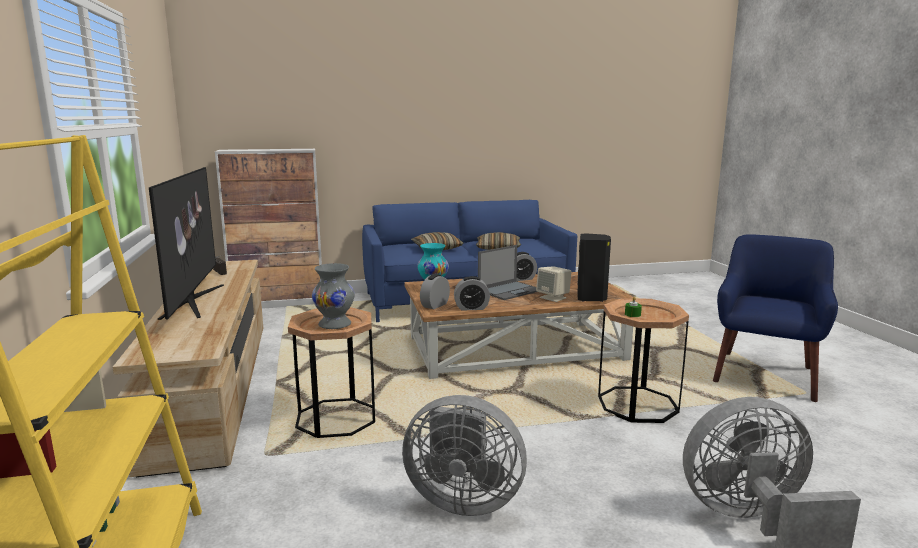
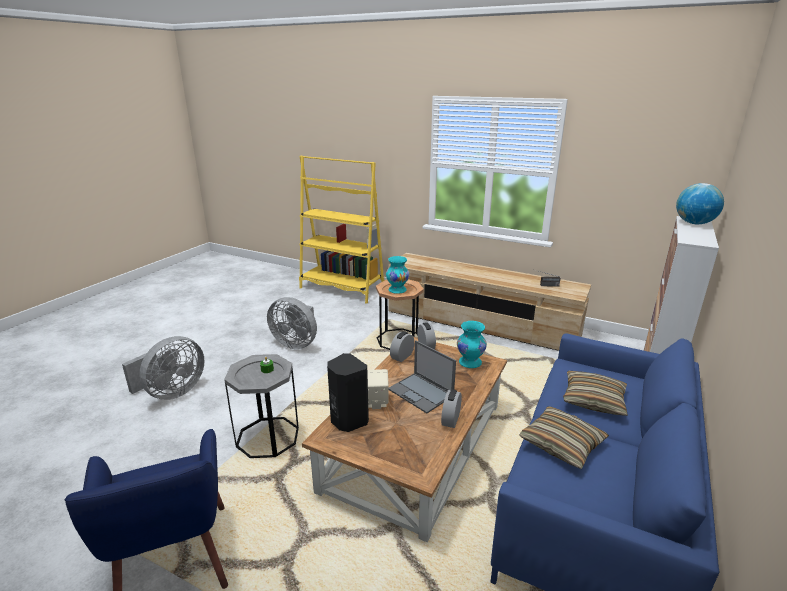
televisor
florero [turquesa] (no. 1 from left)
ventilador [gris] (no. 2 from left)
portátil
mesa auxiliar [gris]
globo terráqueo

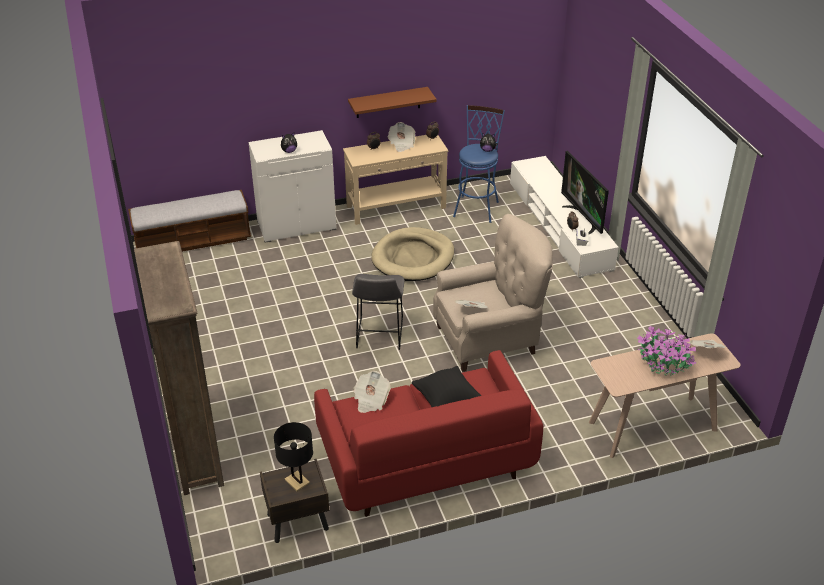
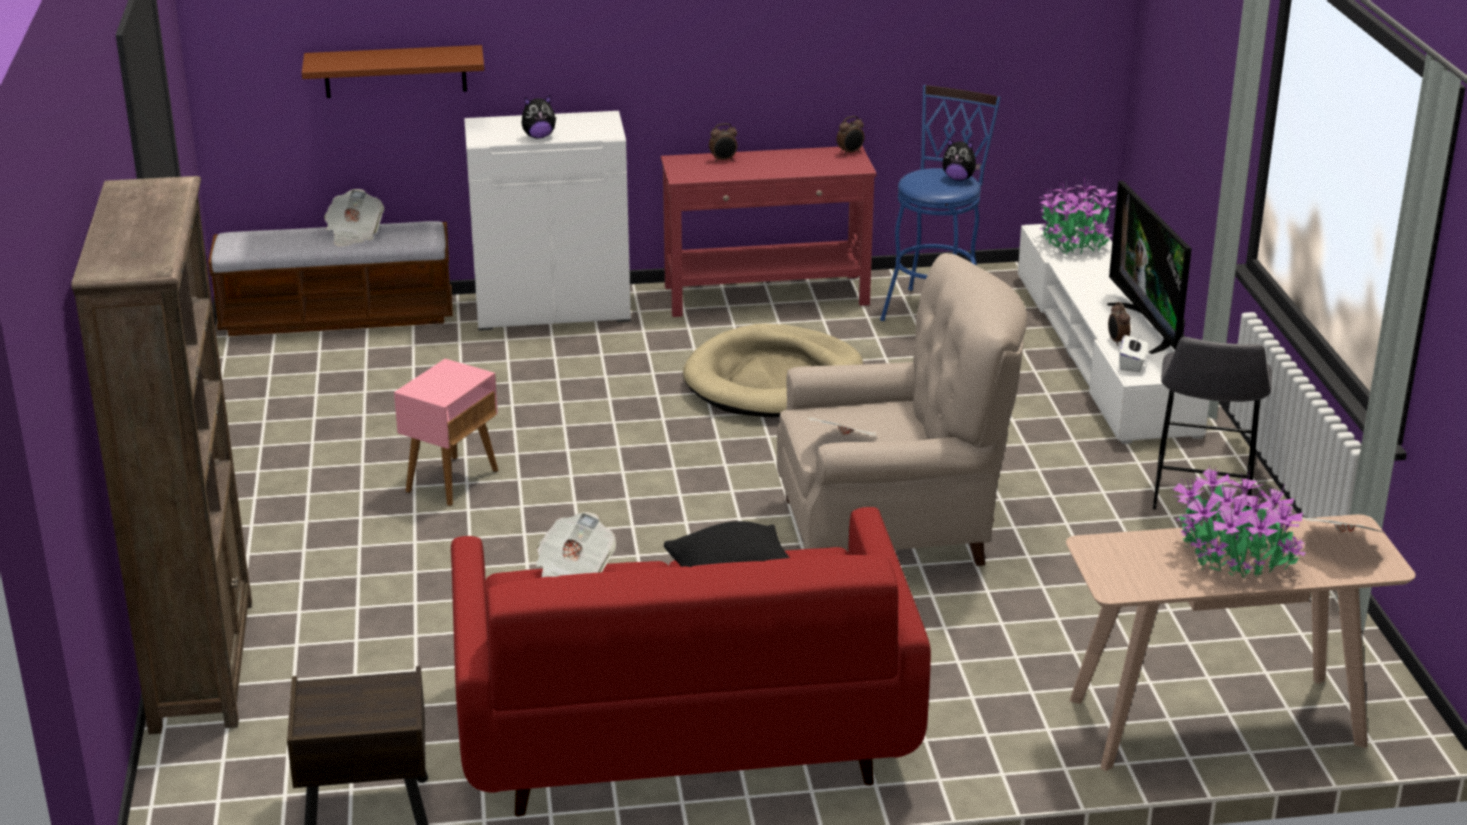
lámpara de mesa [negro]
mesa consola [rojo]
estante [marrón]
taburete [gris]
periódico (no. 1 from left)
mesa auxiliar [rosa]
planta en maceta (no. 1 from left)

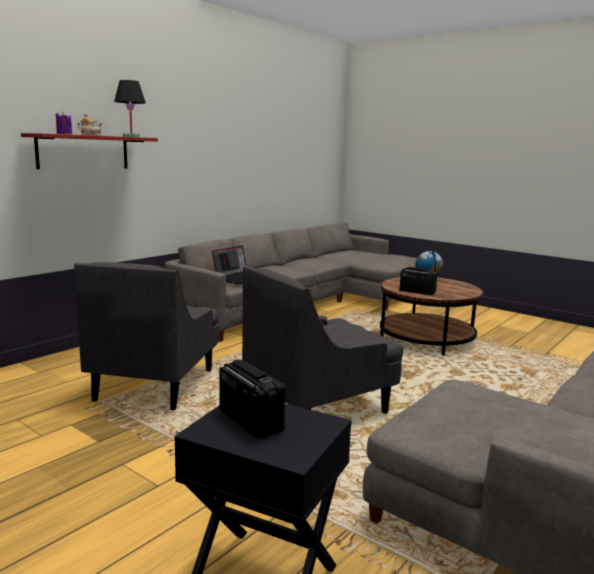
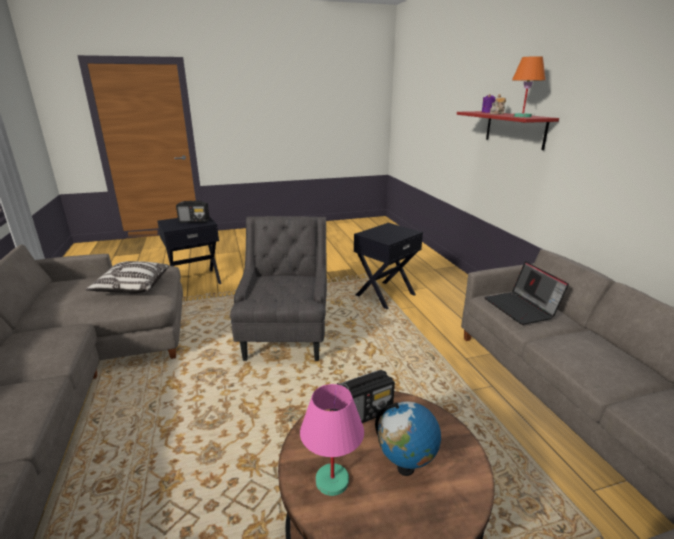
mesa auxiliar [negro] (no. 2 from left)
lámpara de mesa [naranja]
cojín
lámpara de mesa [rosa]

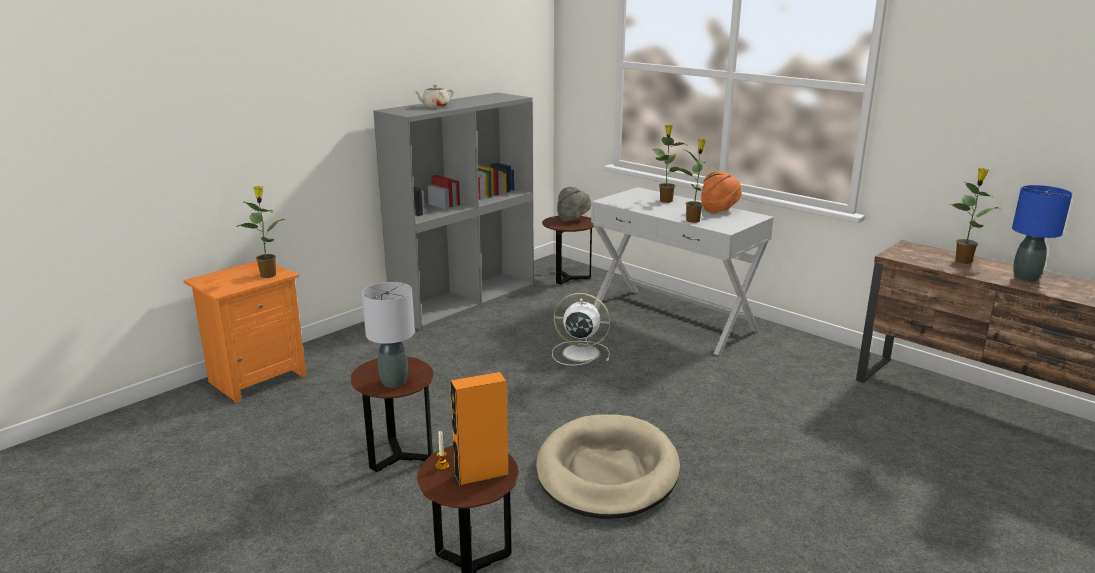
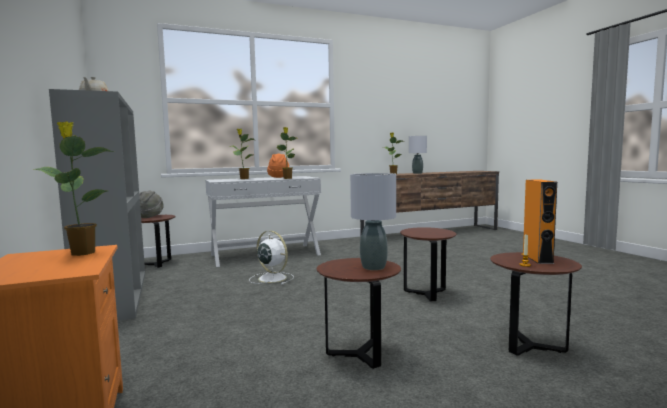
mesa auxiliar [marrón] (no. 3 from left)
ventilador [blanco]
lámpara de mesa [gris] (no. 2 from left)

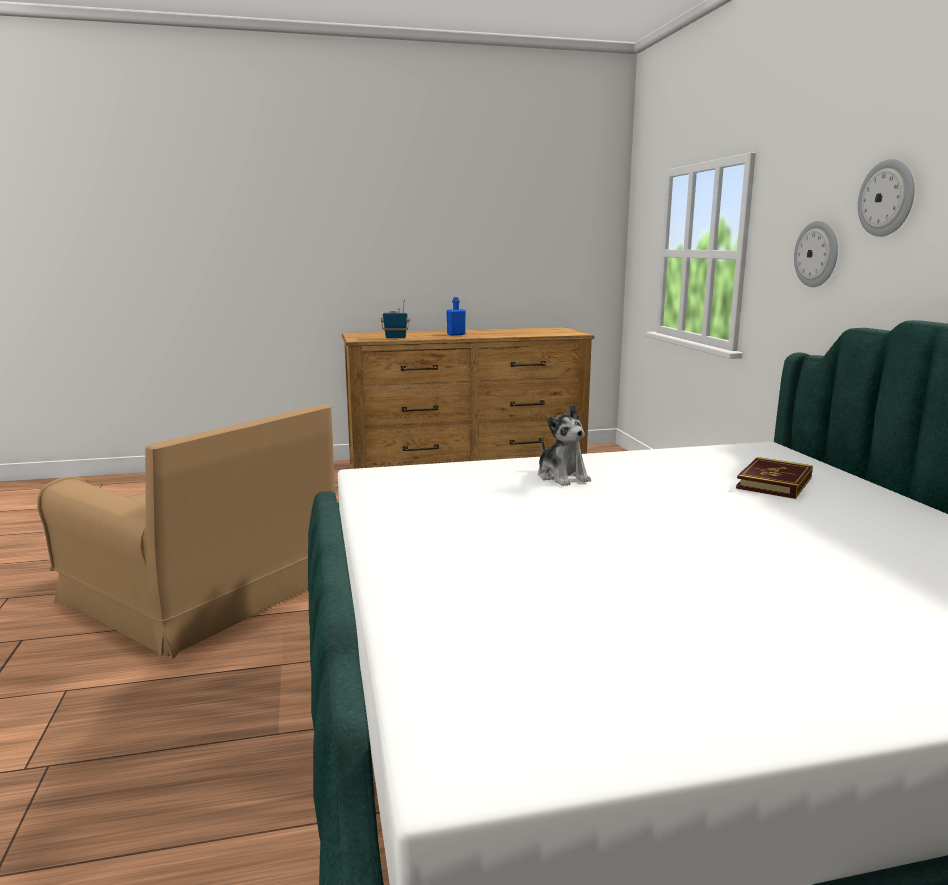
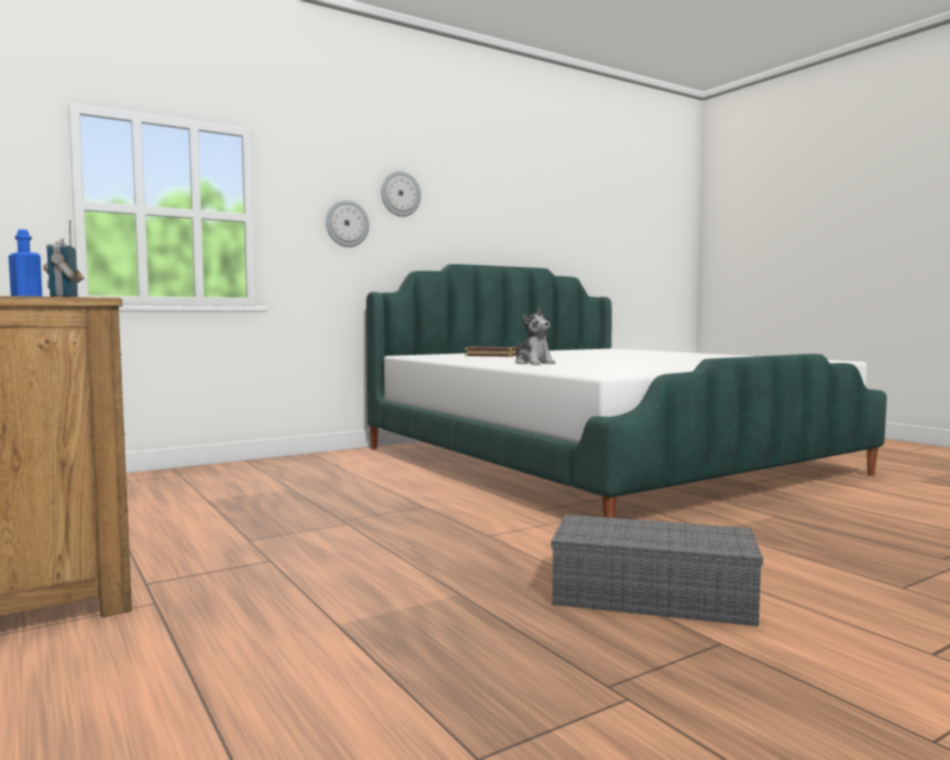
caja de almacenaje [gris]
peluche

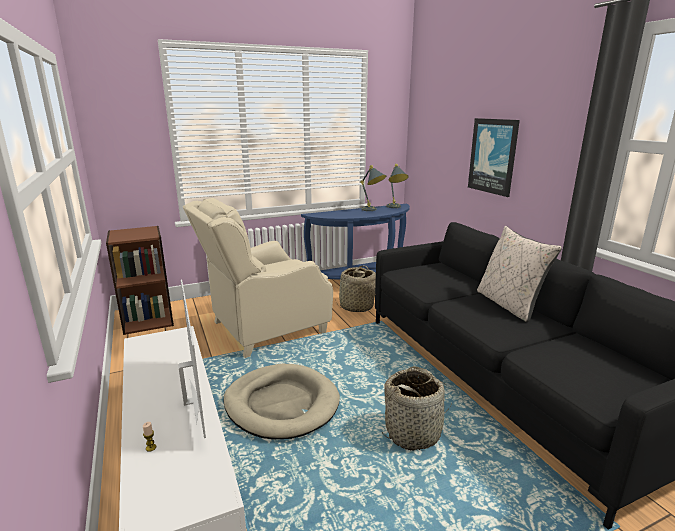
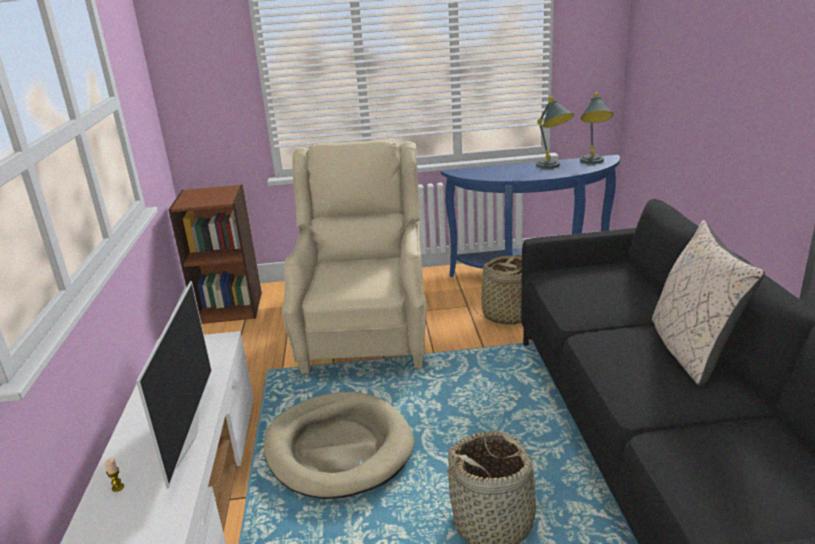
sillón [beis]
cuadro

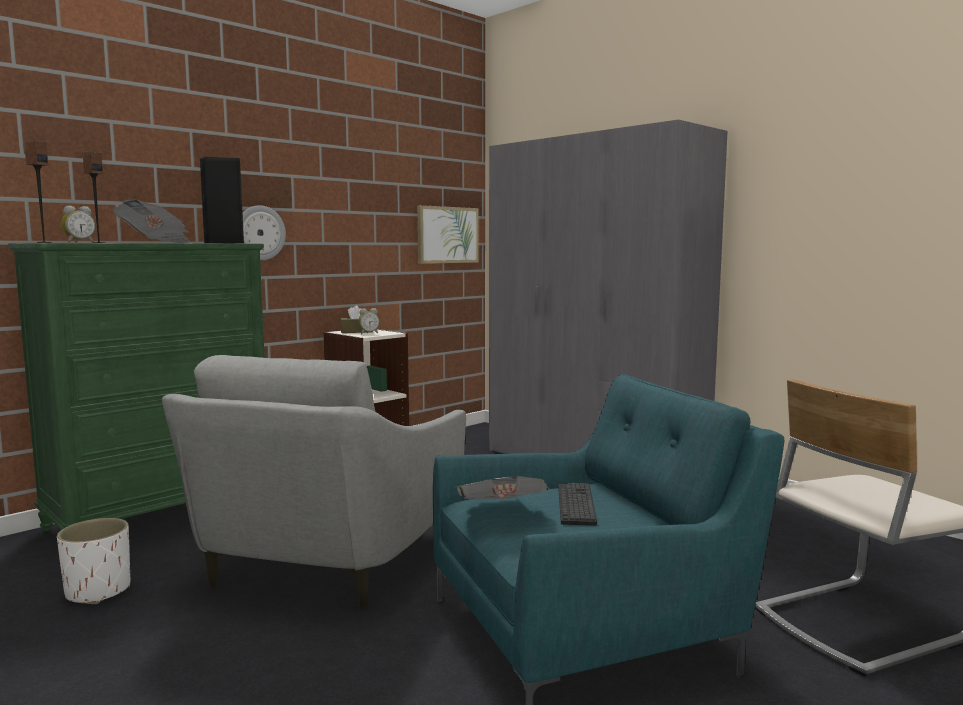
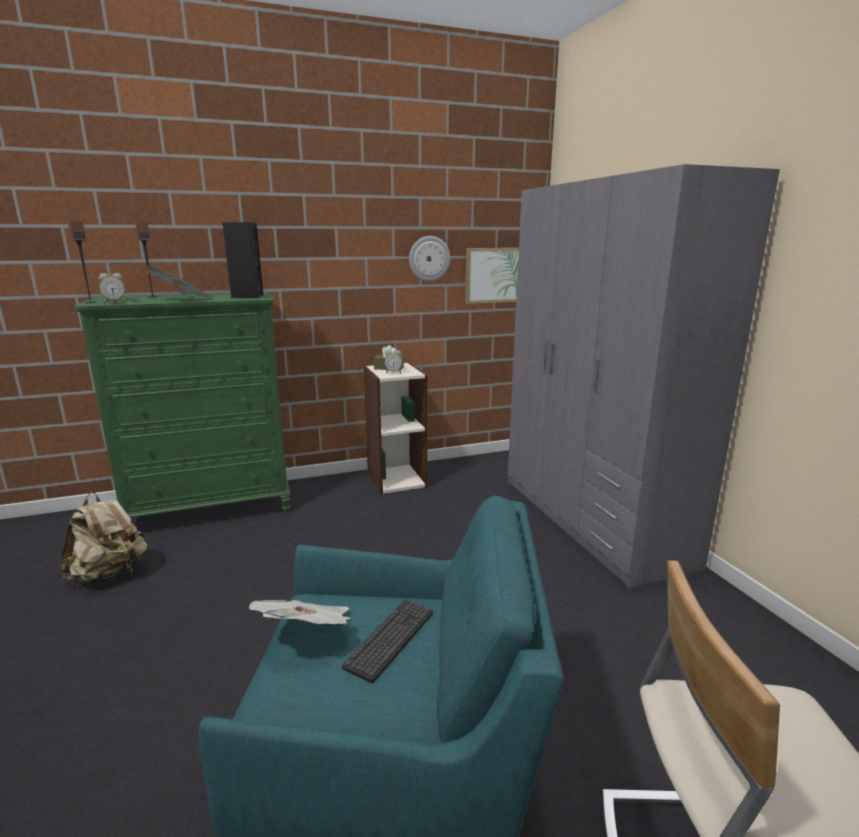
mochila [beis]
sillón [gris]
reloj de pared

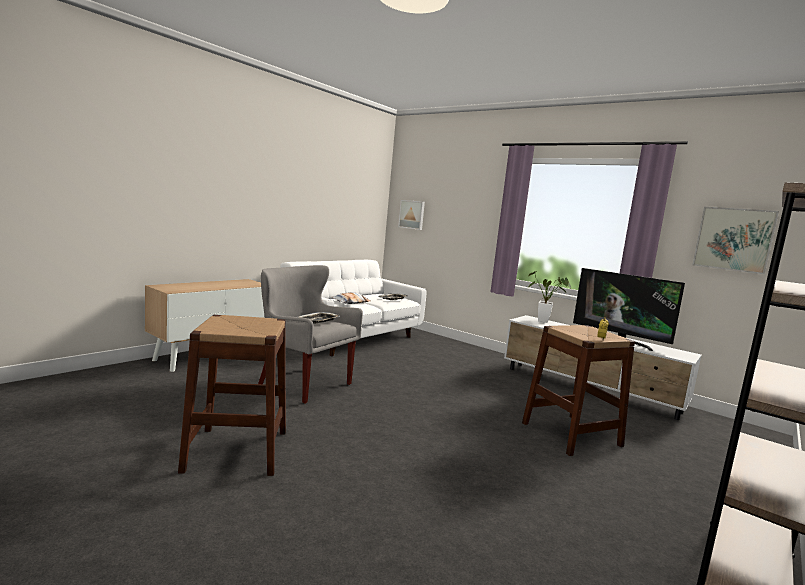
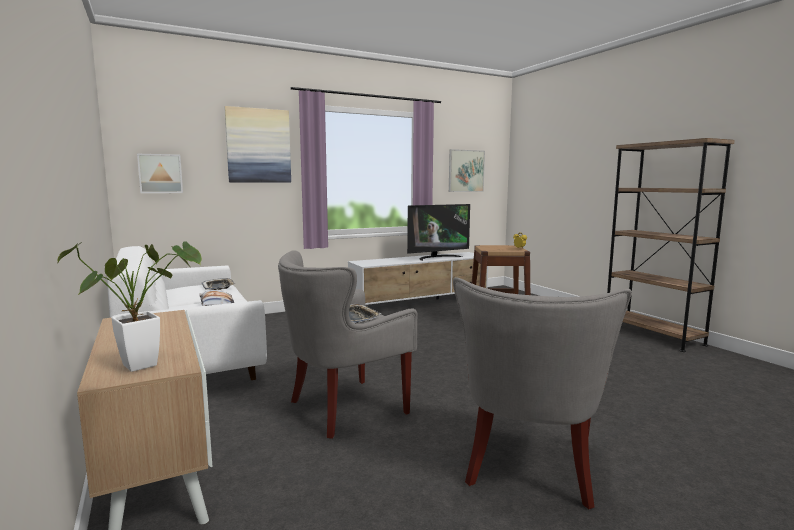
sillón [gris] (no. 2 from left)
planta en maceta
cuadro (no. 2 from left)

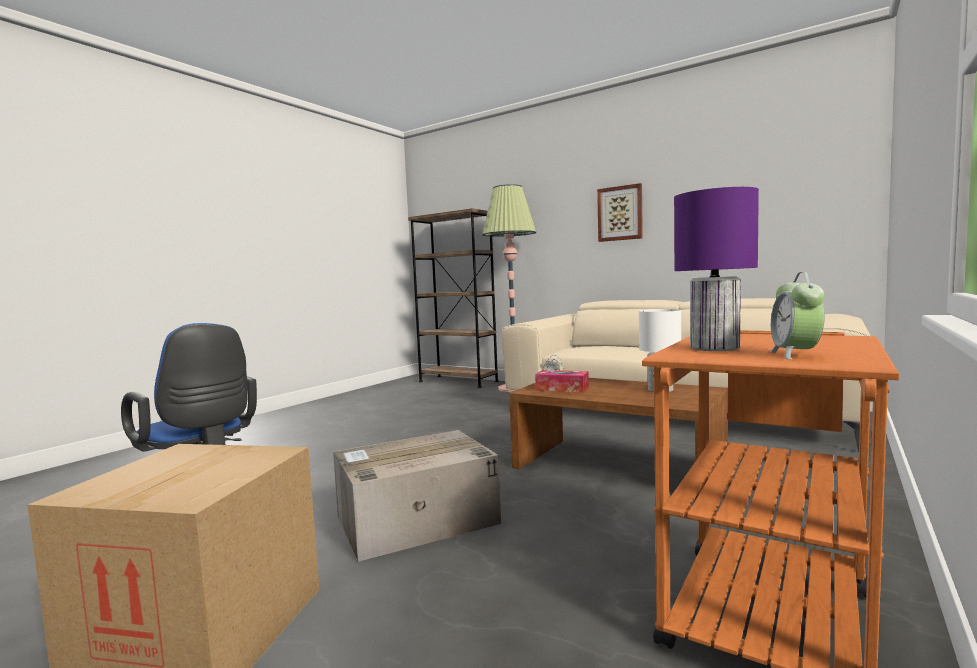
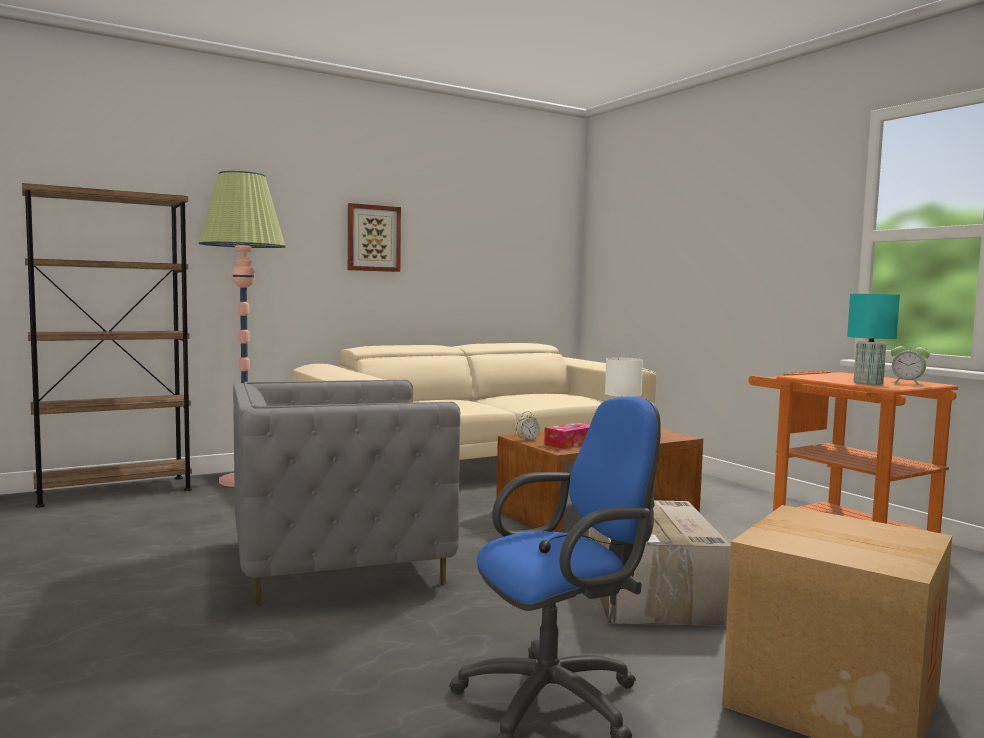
lámpara de mesa [turquesa]
sillón [gris]

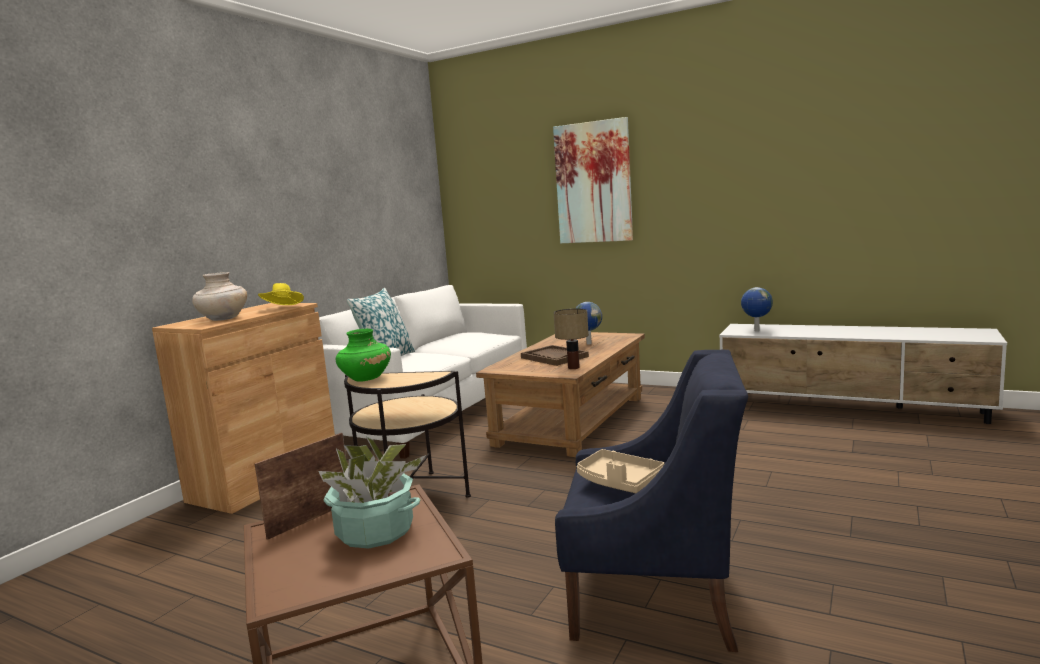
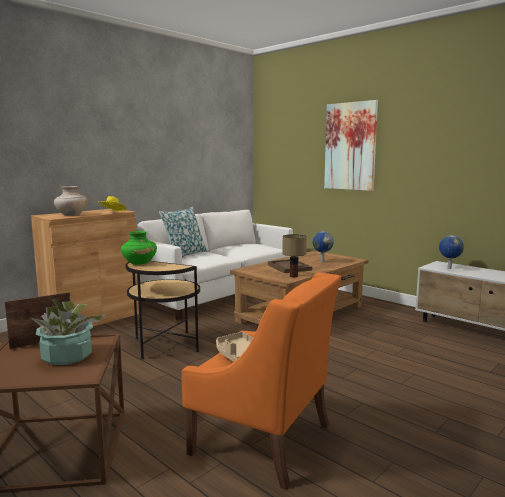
sillón [naranja]

